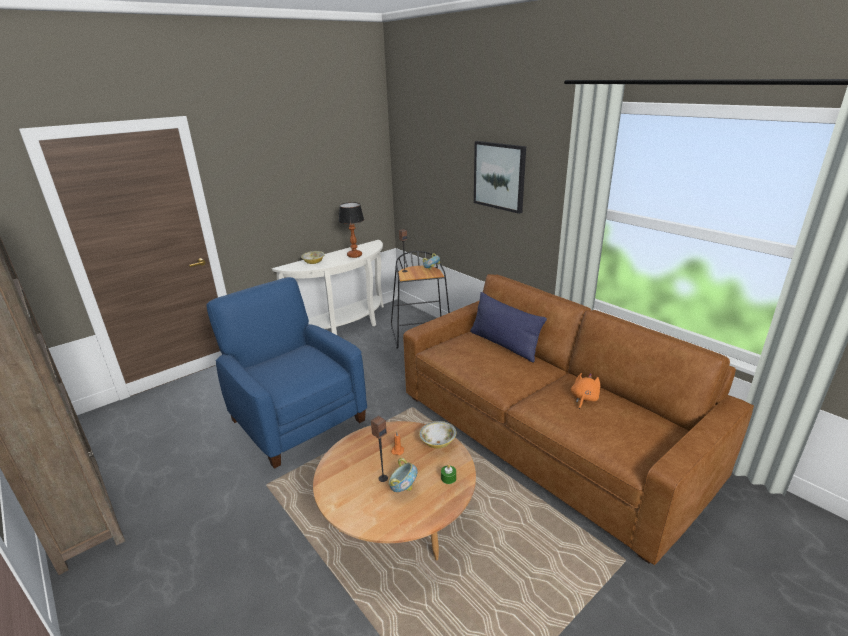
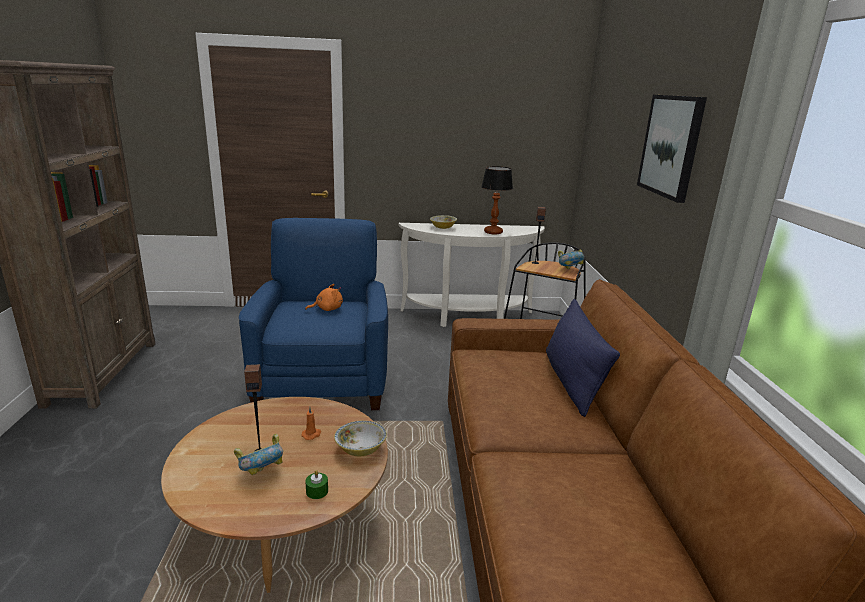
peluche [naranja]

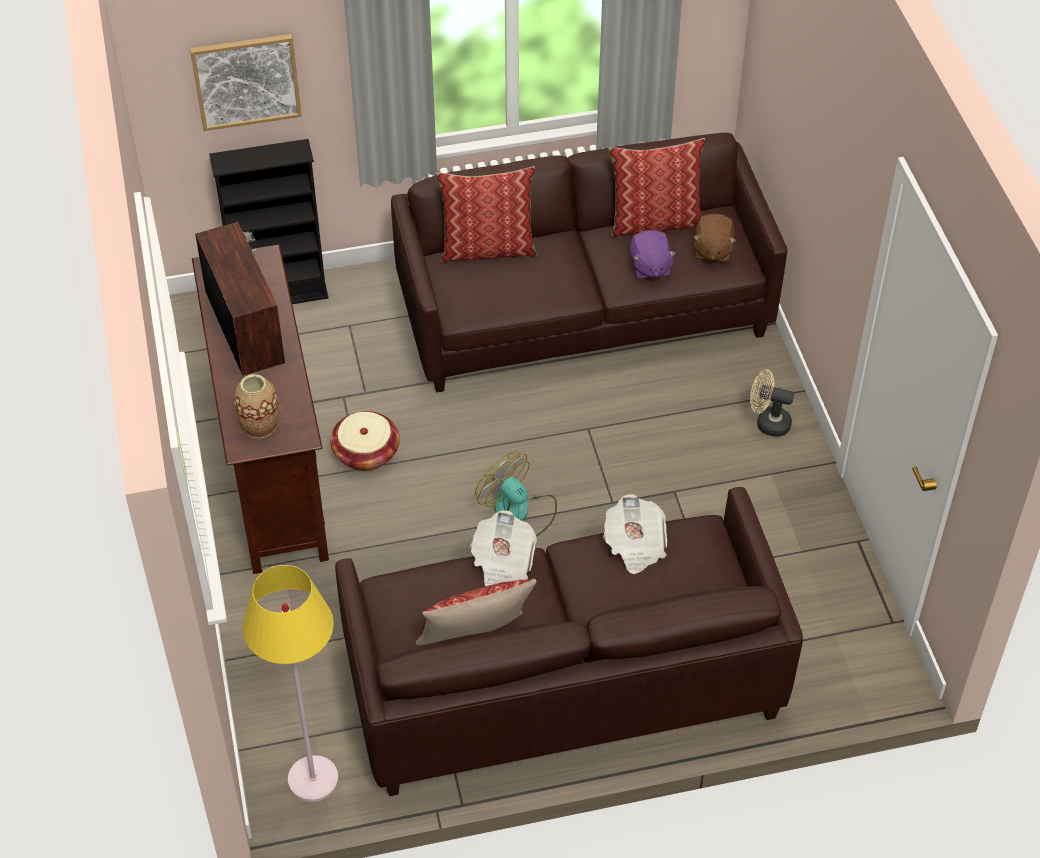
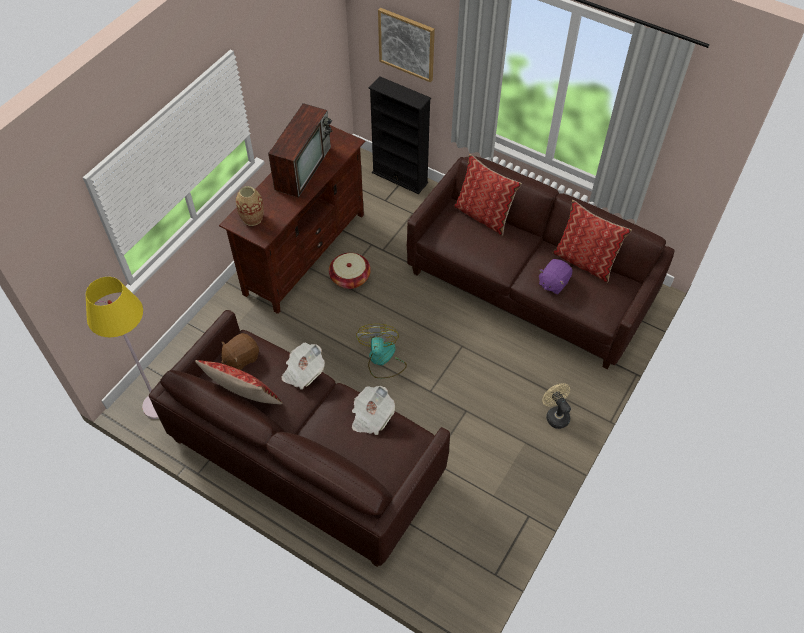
peluche [marrón]

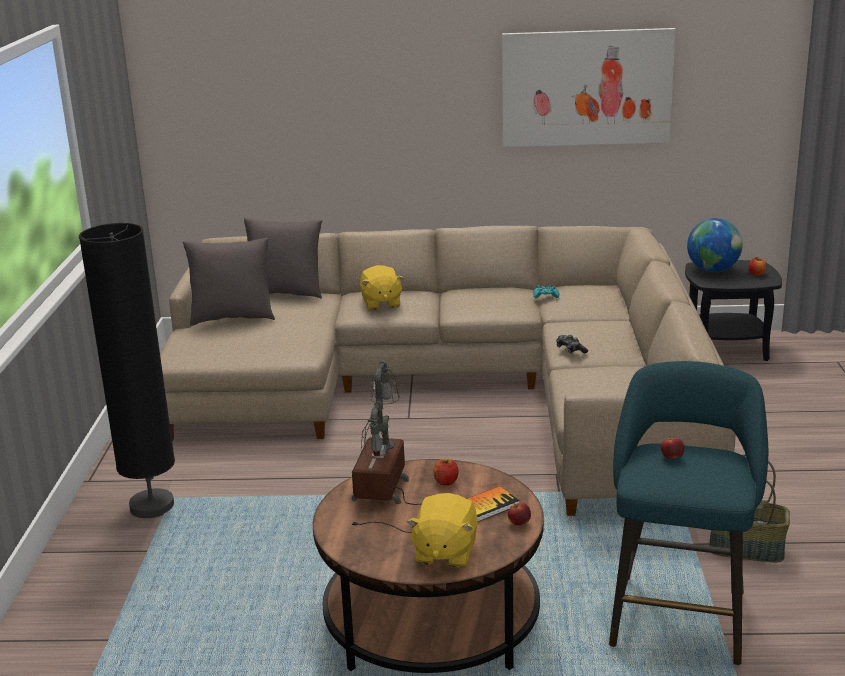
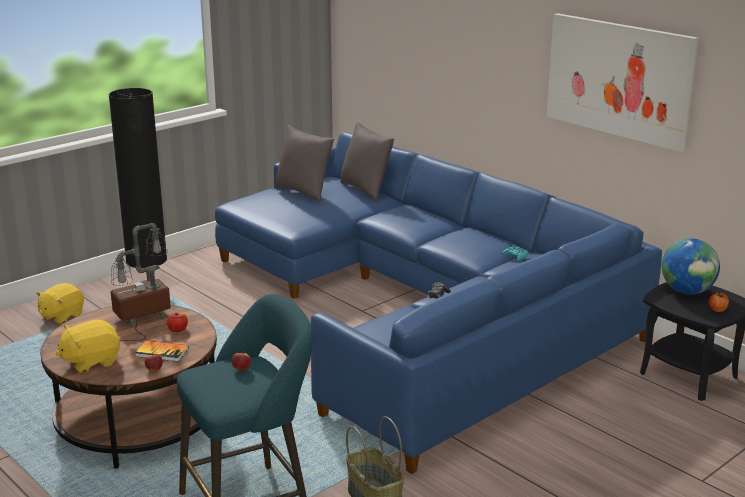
sofá [azul]
peluche [amarillo] (no. 1 from left)

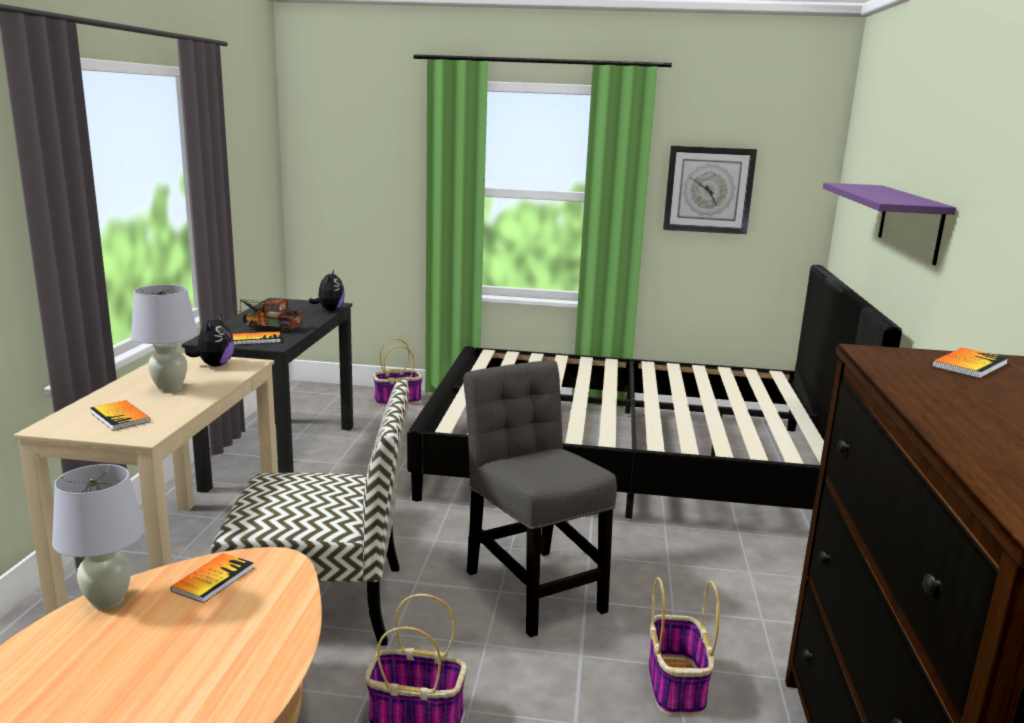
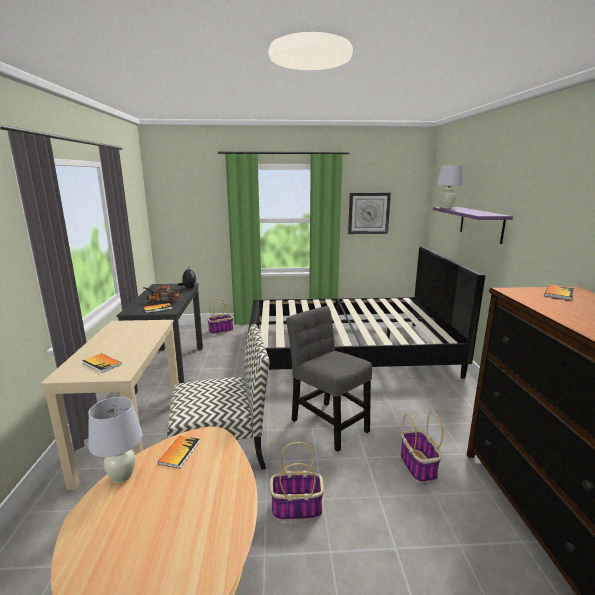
lámpara de mesa [blanco] (no. 2 from left)
peluche (no. 1 from left in the first image)

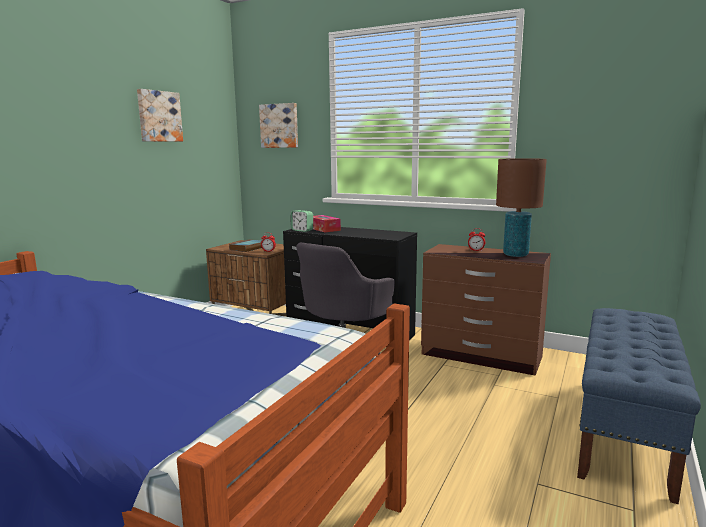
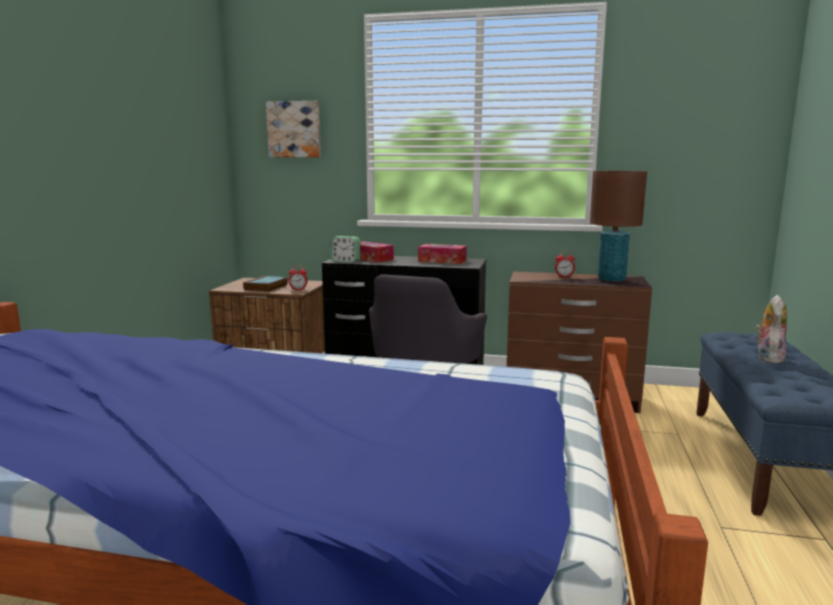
cuadro (no. 1 from left in the first image)
caja de pañuelos (no. 2 from left)
peluche

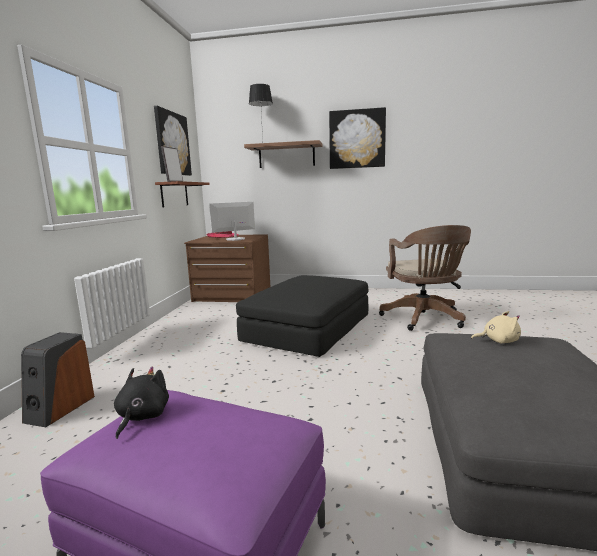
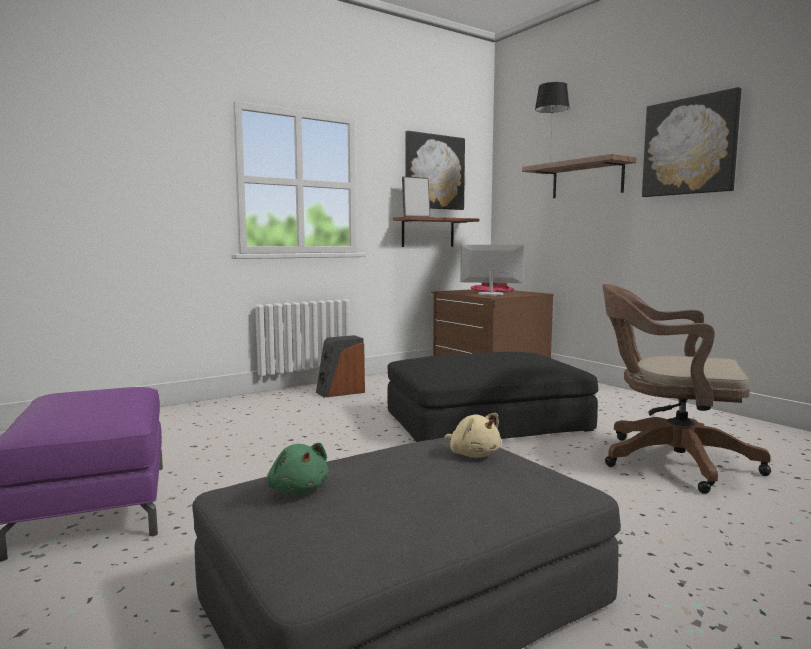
altavoz
peluche [negro]
silla de oficina [marrón]
peluche [verde]

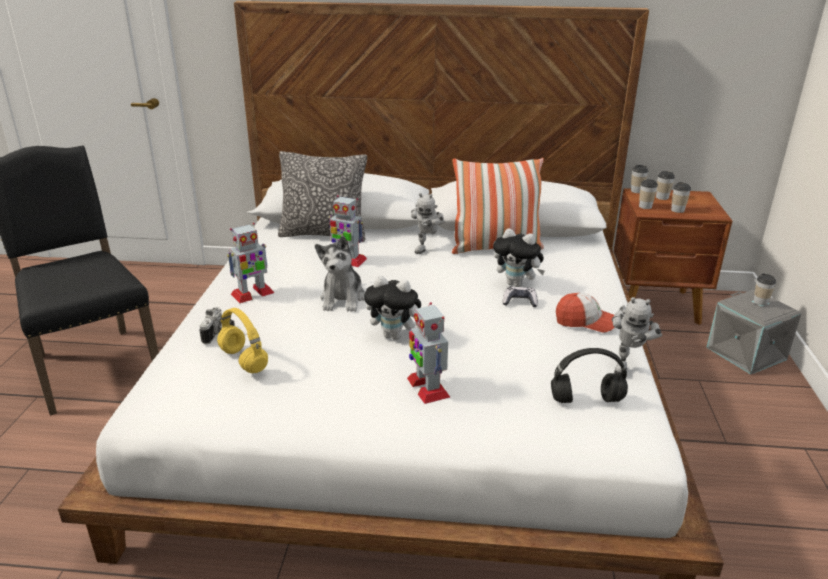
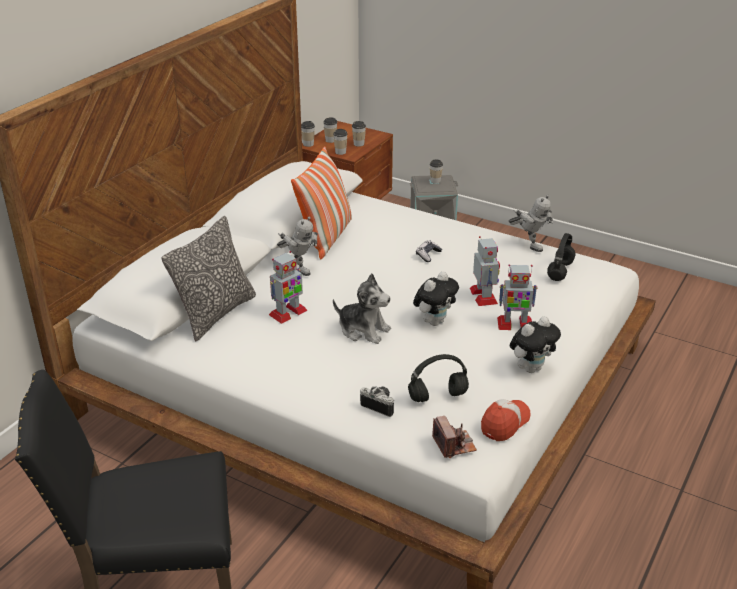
auriculares [negro] (no. 1 from left)
robot de juguete (no. 3 from left)
peluche (no. 3 from left)
gorra
cámara (no. 2 from left)

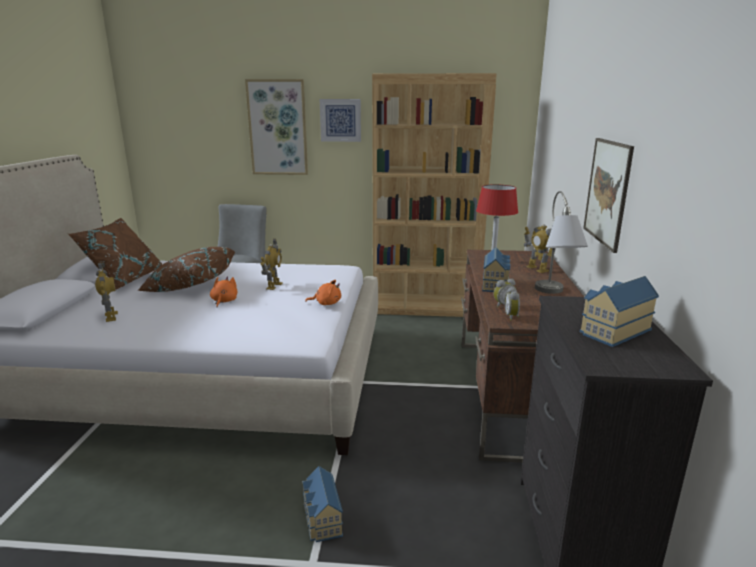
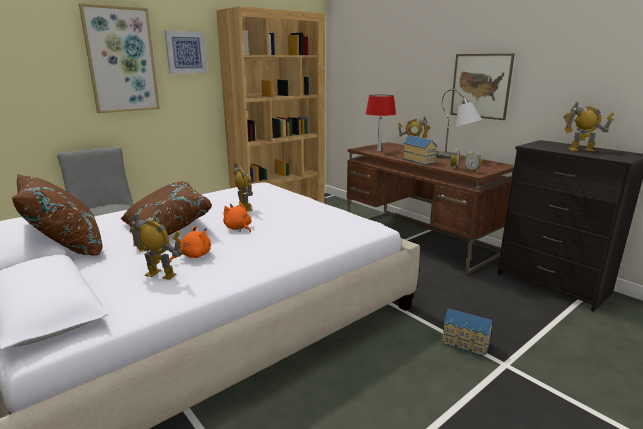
peluche [naranja] (no. 1 from left)
robot de juguete (no. 4 from left)

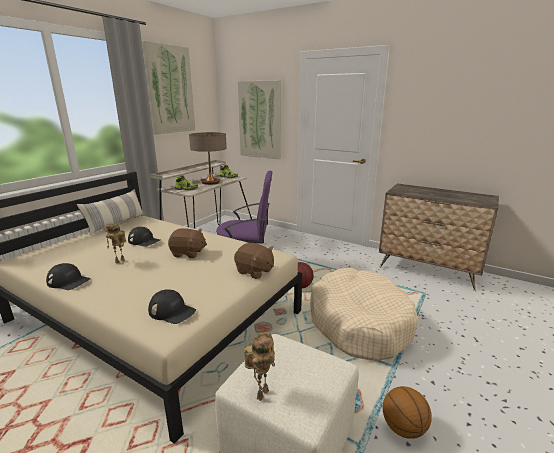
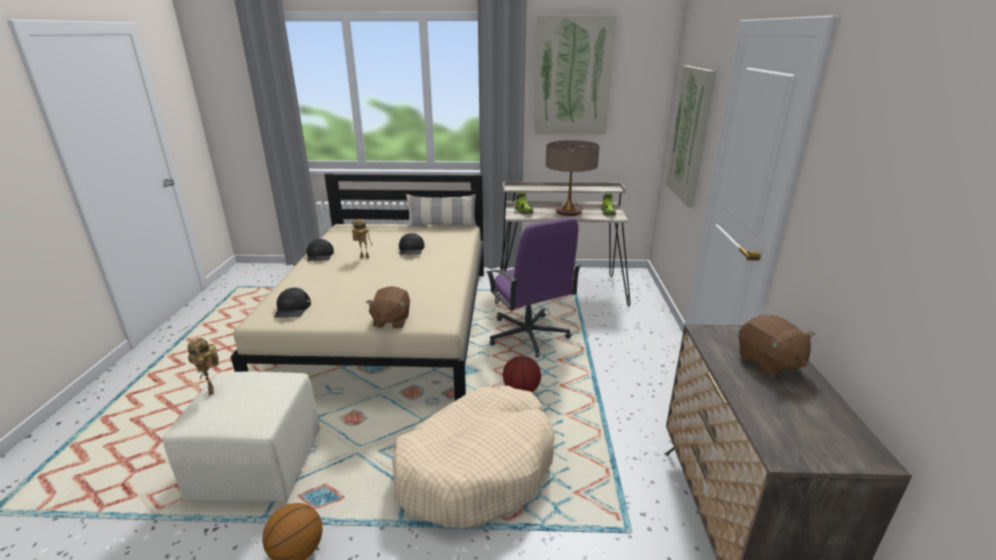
peluche [marrón] (no. 2 from left)
robot de juguete (no. 1 from left)

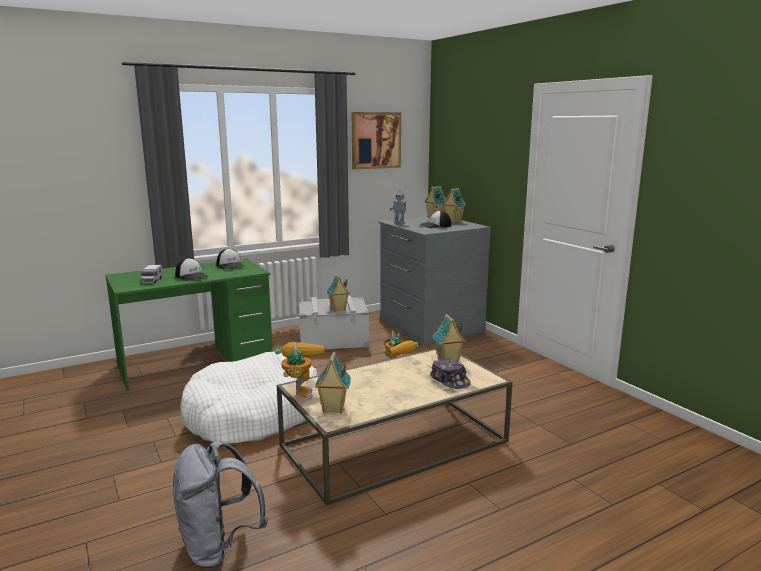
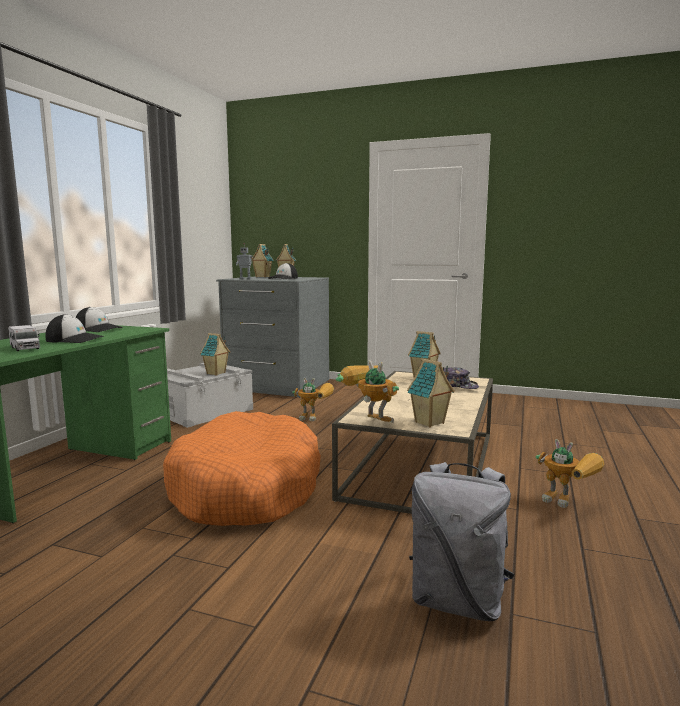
cama para perro [naranja]
cuadro
robot de juguete (no. 4 from left)

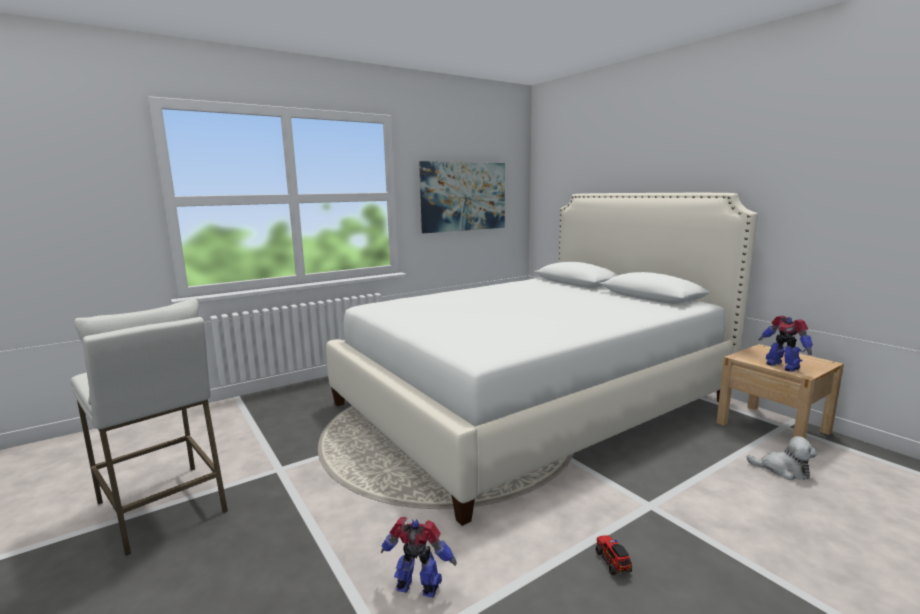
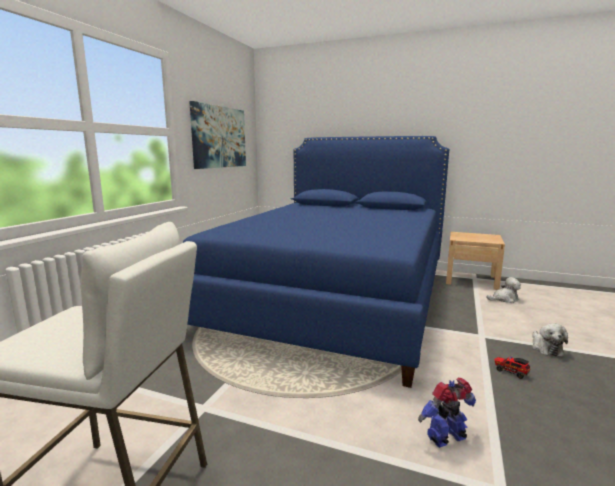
cama [azul]
robot de juguete (no. 2 from left in the first image)
peluche (no. 2 from left)

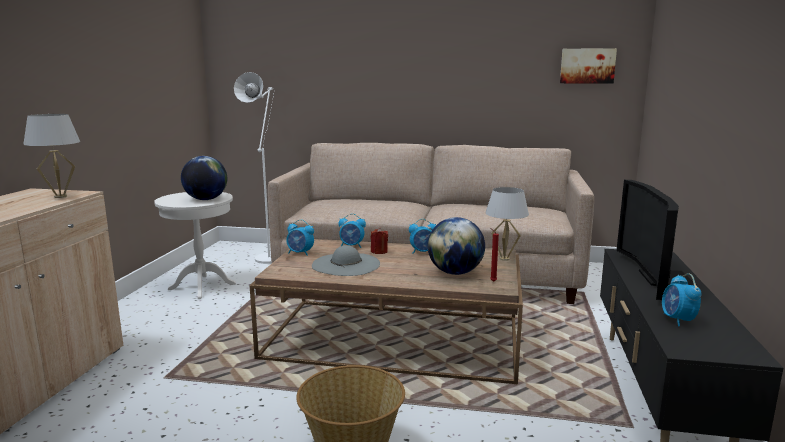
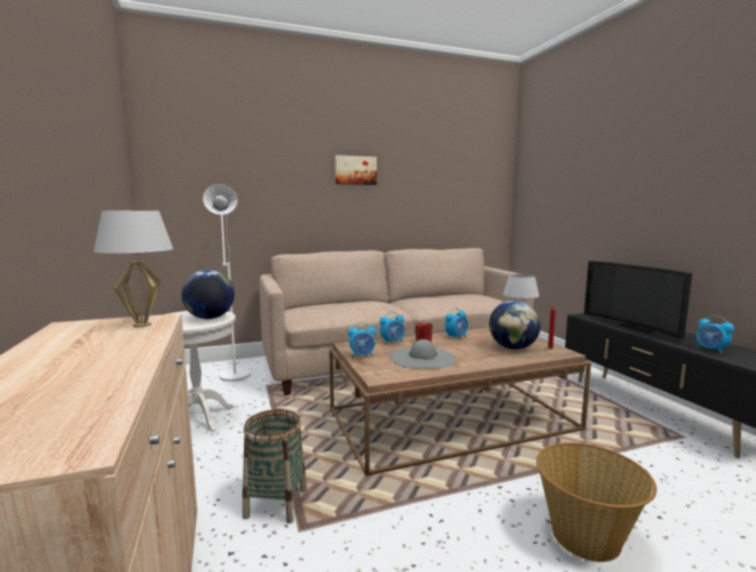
cuadro
cesta (no. 1 from left)

